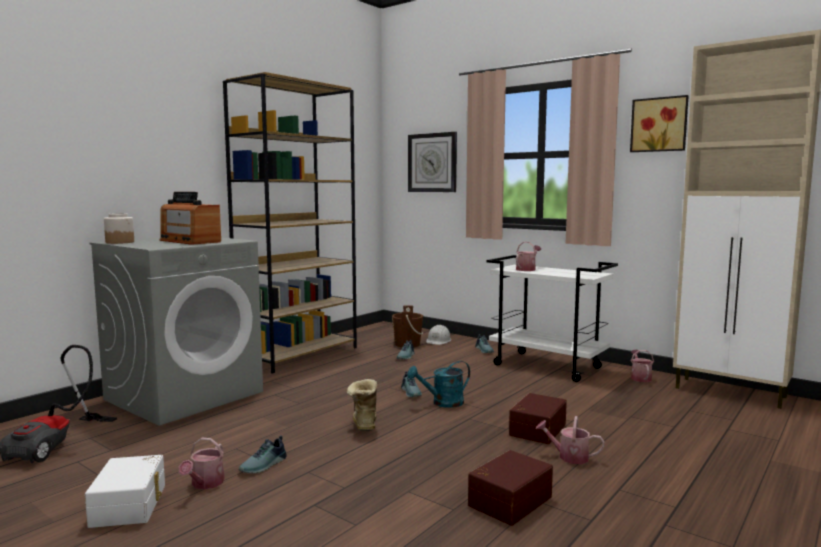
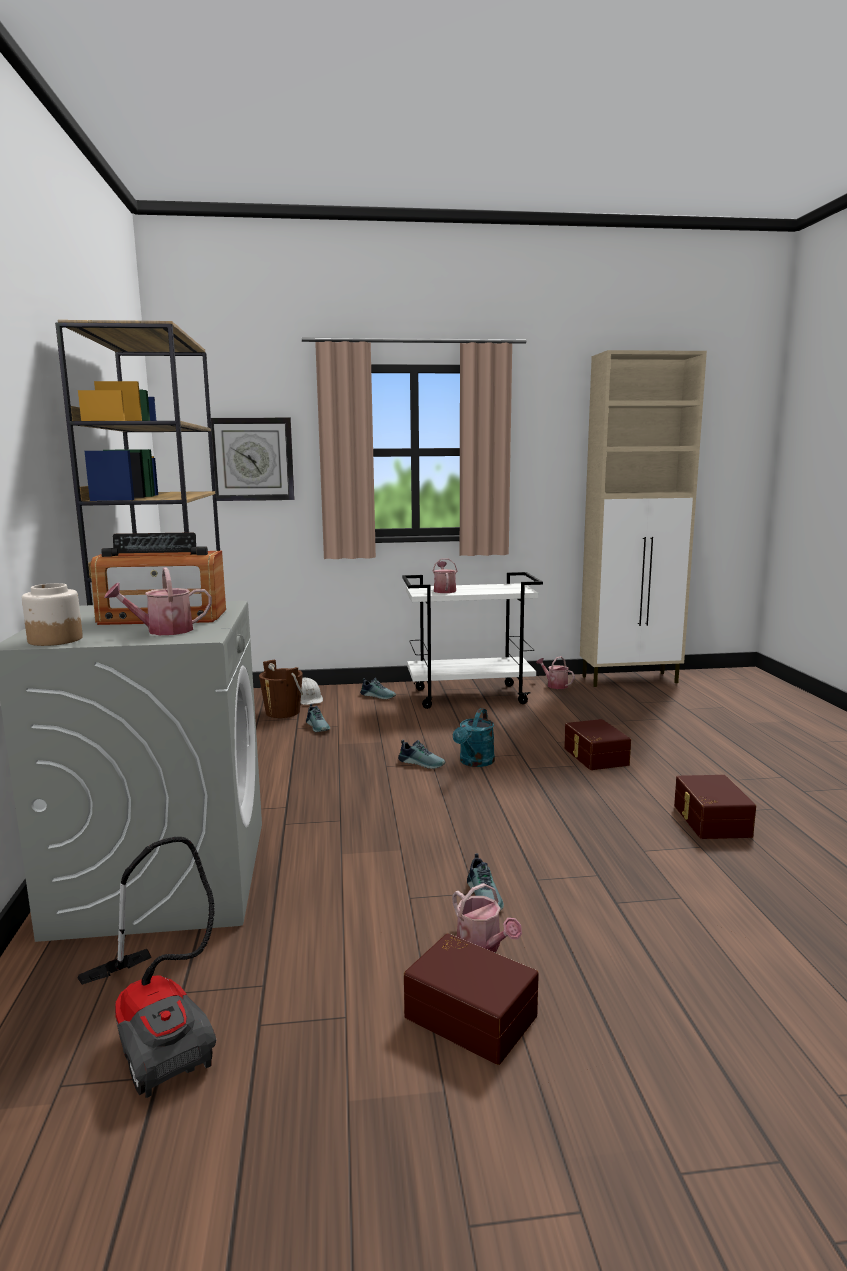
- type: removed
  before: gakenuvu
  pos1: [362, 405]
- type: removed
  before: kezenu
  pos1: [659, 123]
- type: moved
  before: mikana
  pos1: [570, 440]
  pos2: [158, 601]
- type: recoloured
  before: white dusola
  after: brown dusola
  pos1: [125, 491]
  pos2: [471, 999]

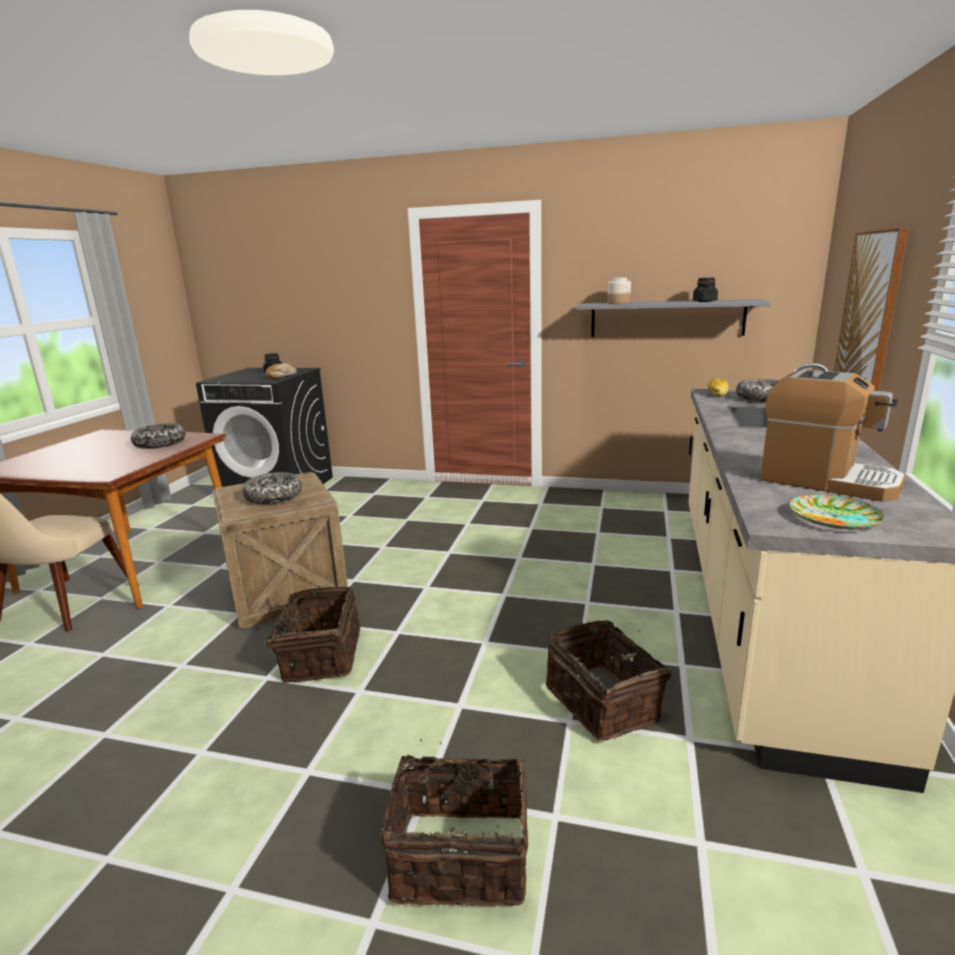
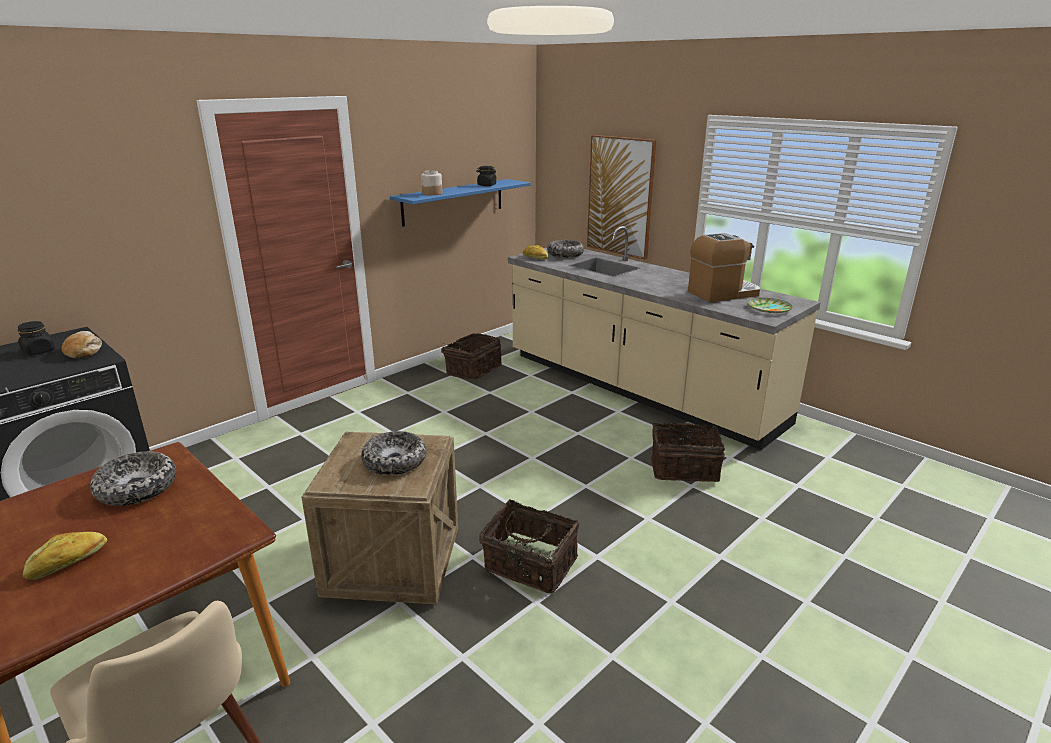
- type: added
  after: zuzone
  pos2: [65, 556]
- type: moved
  before: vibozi
  pos1: [454, 822]
  pos2: [471, 356]
- type: recoloured
  before: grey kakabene
  after: blue kakabene
  pos1: [673, 318]
  pos2: [460, 203]

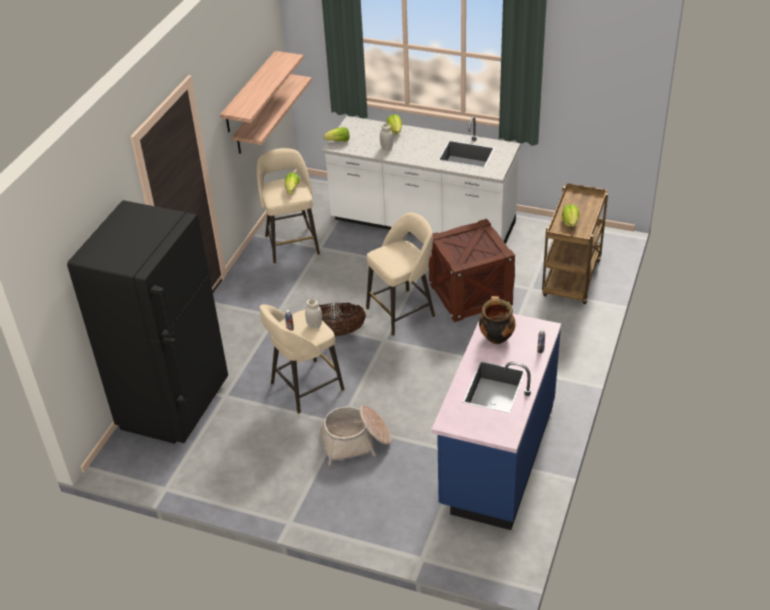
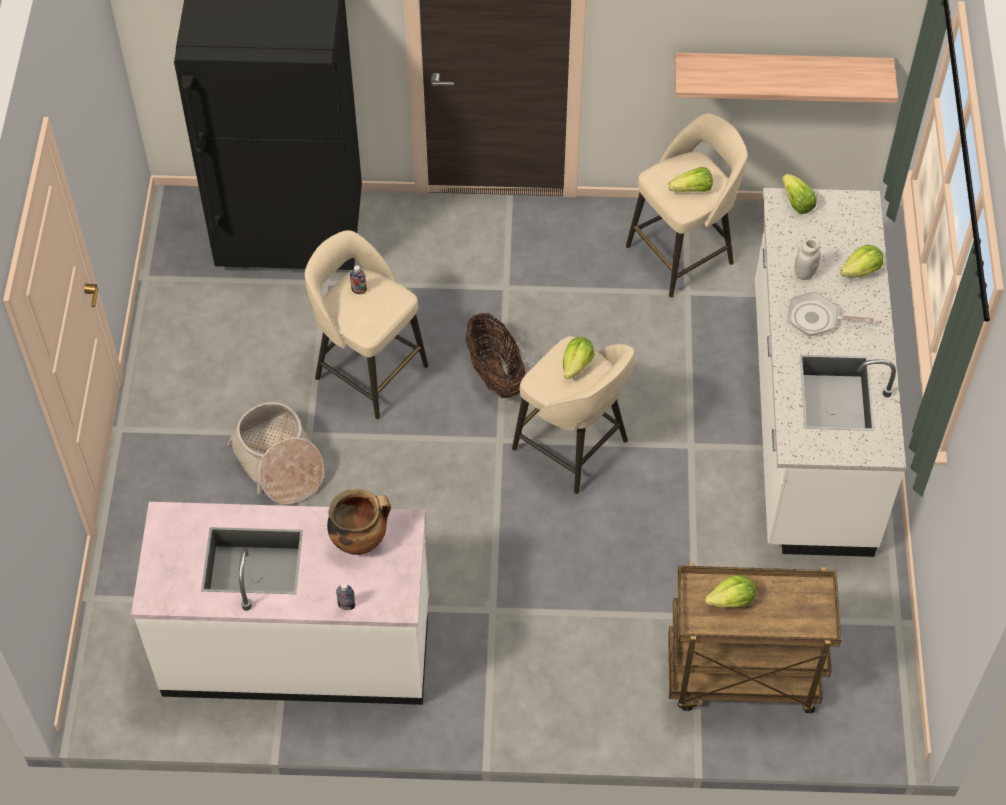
- type: removed
  before: kakabene
  pos1: [262, 91]
- type: removed
  before: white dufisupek
  pos1: [313, 313]
- type: removed
  before: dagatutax
  pos1: [472, 270]
- type: added
  after: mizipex
  pos2: [579, 358]
- type: added
  after: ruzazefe
  pos2: [831, 314]
- type: recoloured
  before: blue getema
  after: white getema
  pos1: [496, 422]
  pos2: [280, 603]

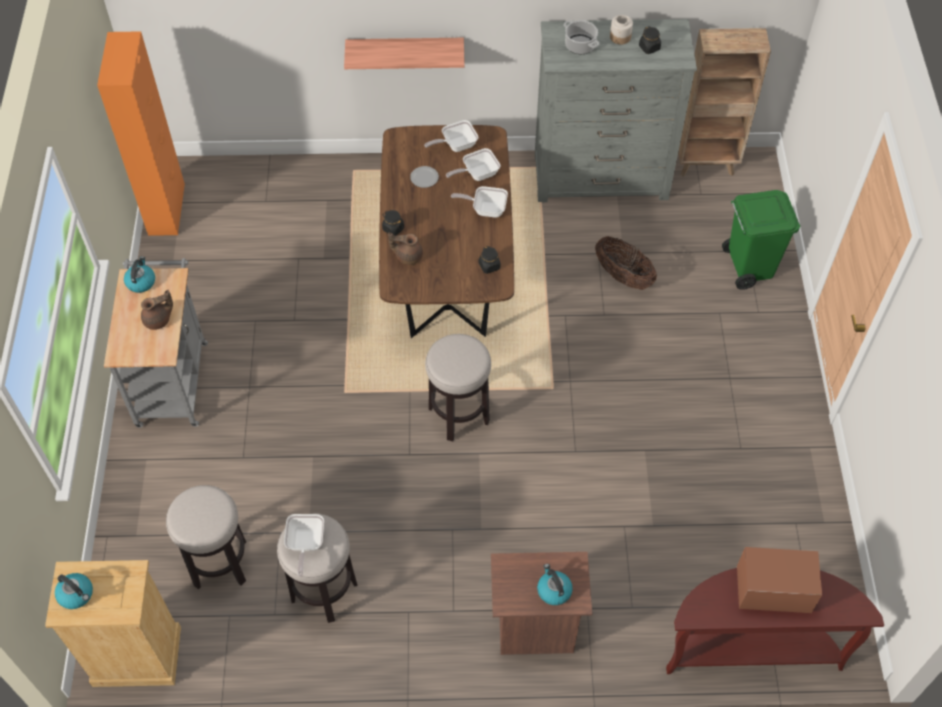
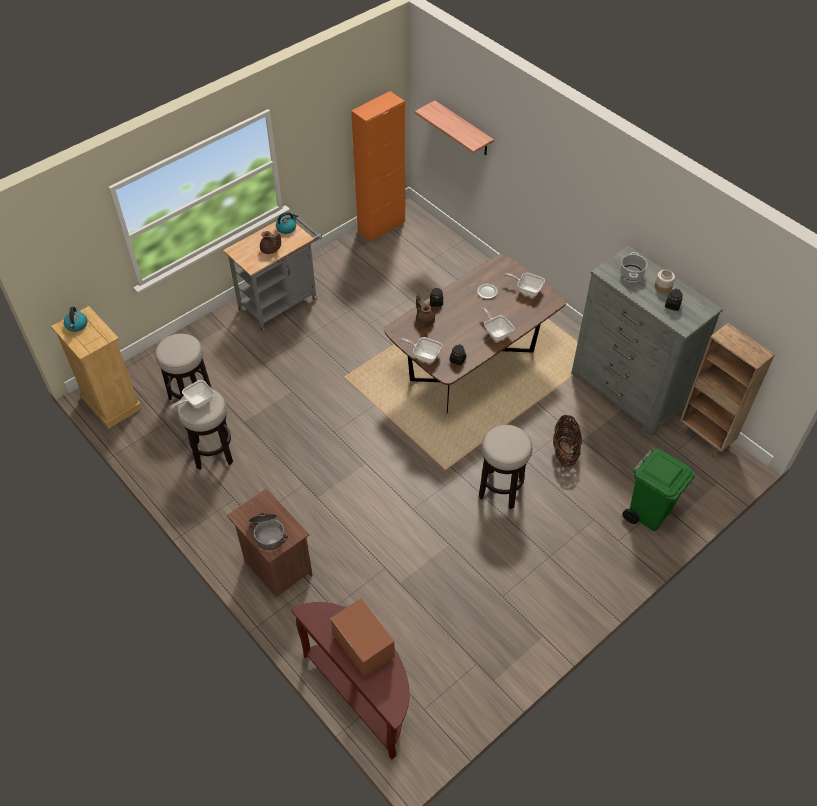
- type: moved
  before: kakabene
  pos1: [404, 53]
  pos2: [454, 128]
- type: moved
  before: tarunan
  pos1: [458, 388]
  pos2: [505, 467]
- type: moved
  before: ruzazefe
  pos1: [473, 164]
  pos2: [420, 350]
- type: replaced
  before: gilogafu
  after: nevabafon
  pos1: [555, 584]
  pos2: [268, 531]

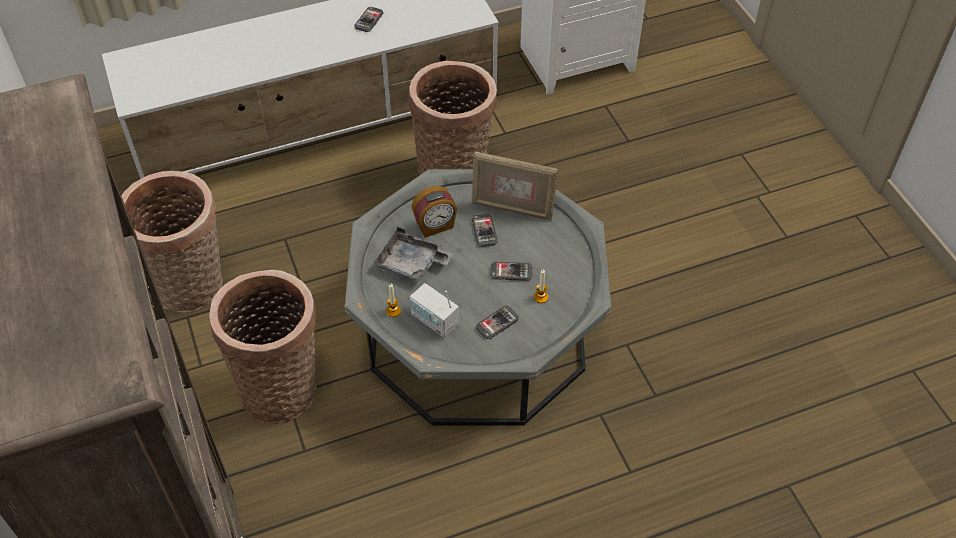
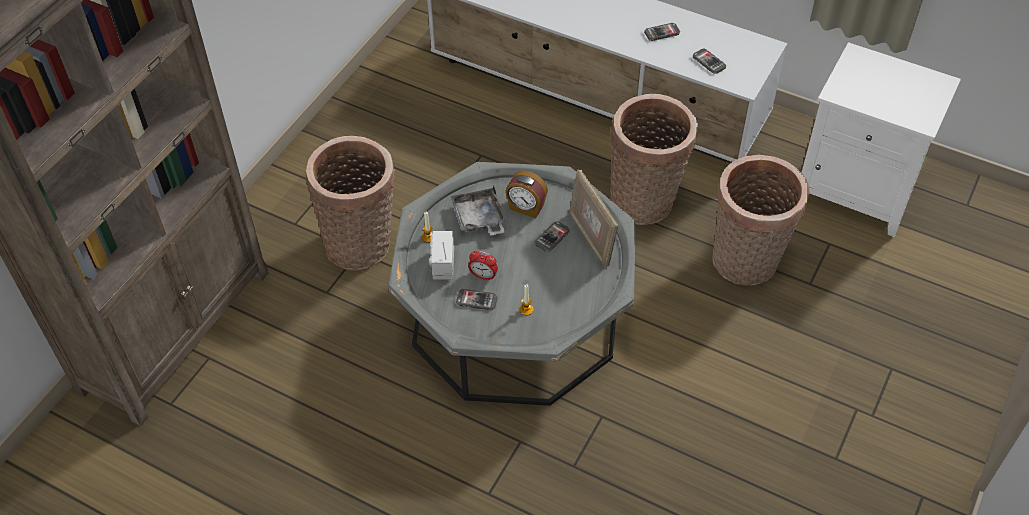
- type: added
  after: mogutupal
  pos2: [483, 265]
- type: moved
  before: vibozi
  pos1: [172, 242]
  pos2: [761, 220]
- type: moved
  before: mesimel
  pos1: [511, 271]
  pos2: [709, 61]

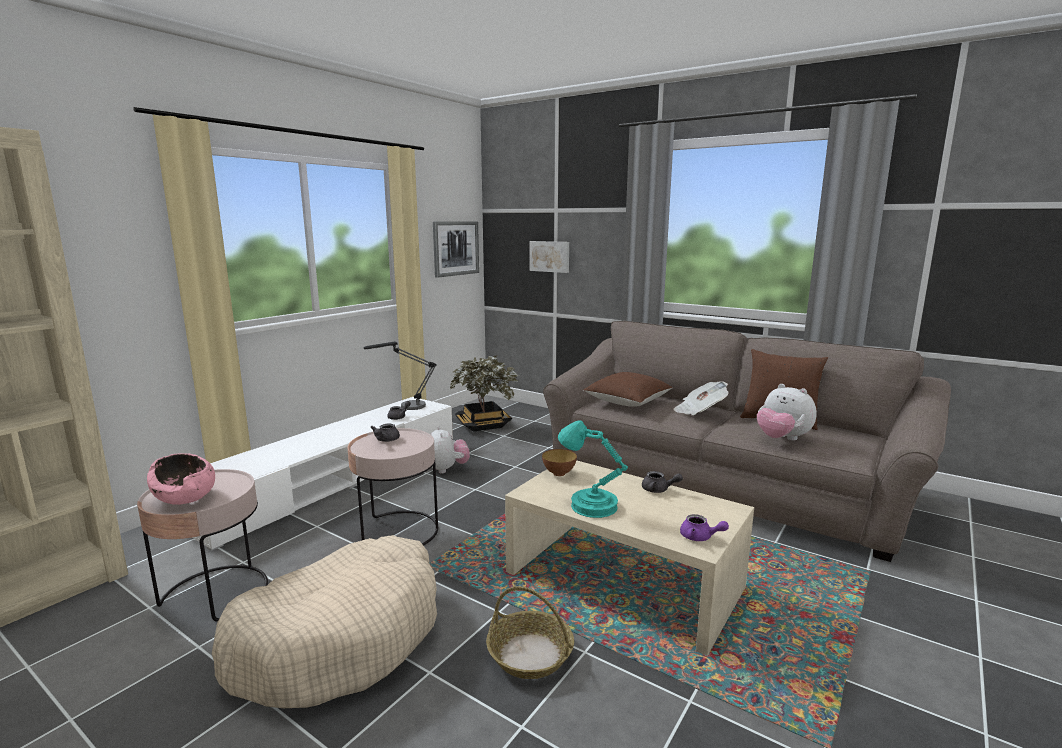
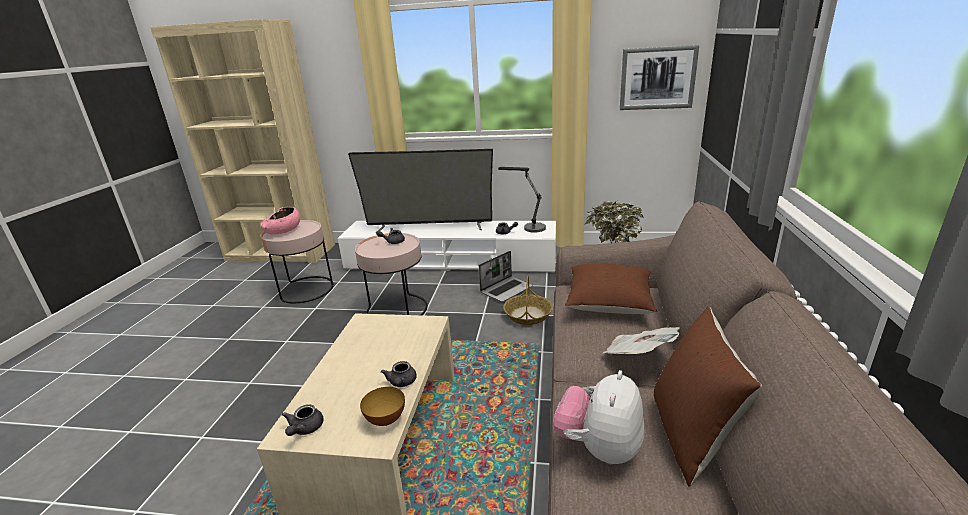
- type: removed
  before: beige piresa
  pos1: [324, 621]
- type: removed
  before: kezenu
  pos1: [549, 257]
- type: removed
  before: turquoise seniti
  pos1: [593, 469]
- type: added
  after: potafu
  pos2: [420, 191]
- type: moved
  before: vibozi
  pos1: [530, 632]
  pos2: [528, 300]
- type: moved
  before: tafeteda
  pos1: [559, 462]
  pos2: [382, 406]
- type: replaced
  before: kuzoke
  after: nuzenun
  pos1: [450, 449]
  pos2: [506, 276]
- type: recoloured
  before: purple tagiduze
  after: grey tagiduze
  pos1: [704, 527]
  pos2: [303, 420]

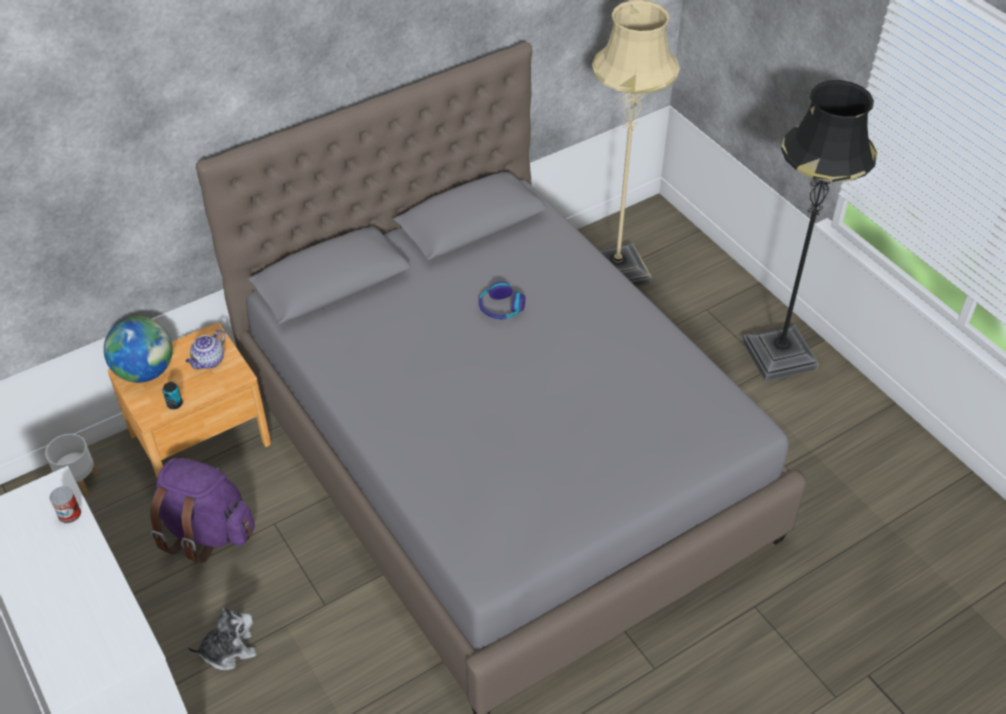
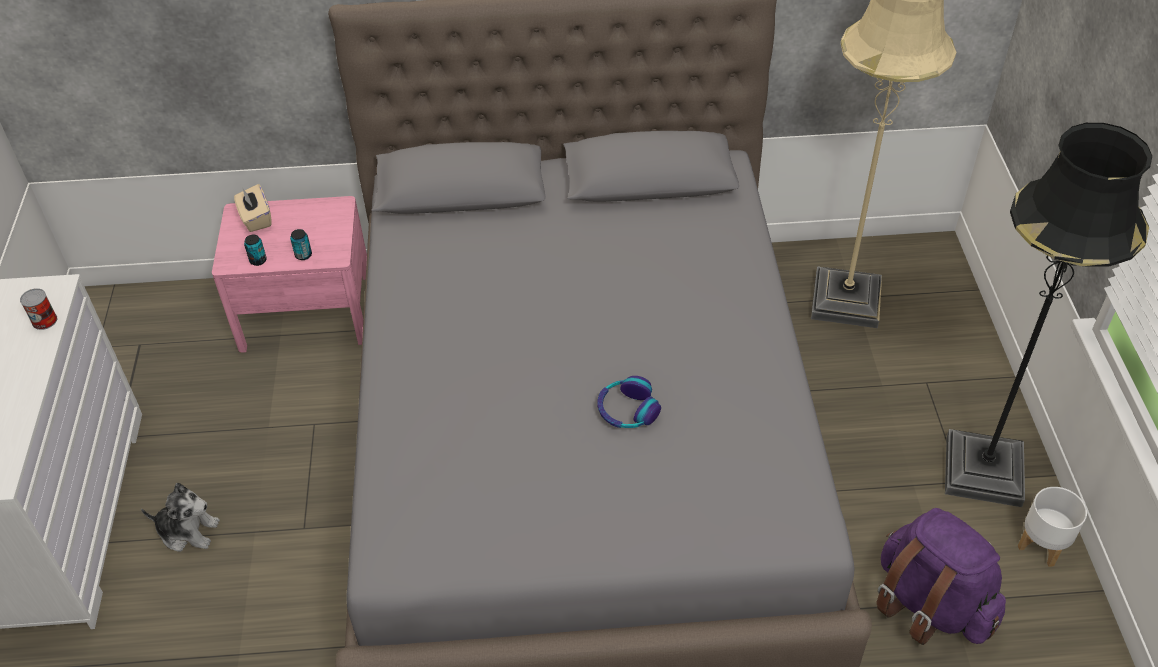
- type: removed
  before: tagiduze
  pos1: [205, 349]
- type: added
  after: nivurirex
  pos2: [301, 244]
- type: moved
  before: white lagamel
  pos1: [72, 465]
  pos2: [1052, 527]
- type: moved
  before: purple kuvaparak
  pos1: [202, 510]
  pos2: [941, 576]
- type: moved
  before: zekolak
  pos1: [501, 300]
  pos2: [629, 402]
- type: replaced
  before: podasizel
  after: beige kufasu
  pos1: [138, 349]
  pos2: [253, 208]
- type: recoloured
  before: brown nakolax
  after: pink nakolax
  pos1: [189, 400]
  pos2: [289, 274]

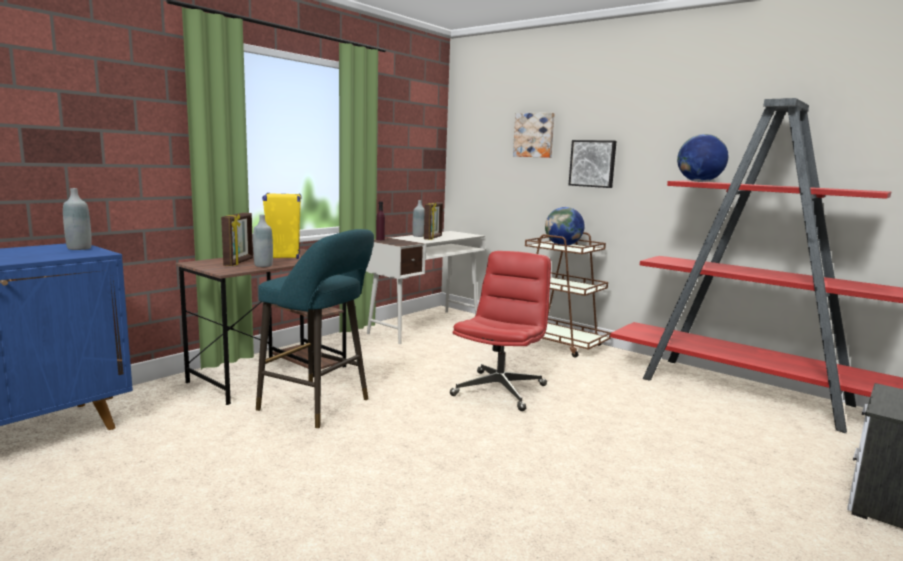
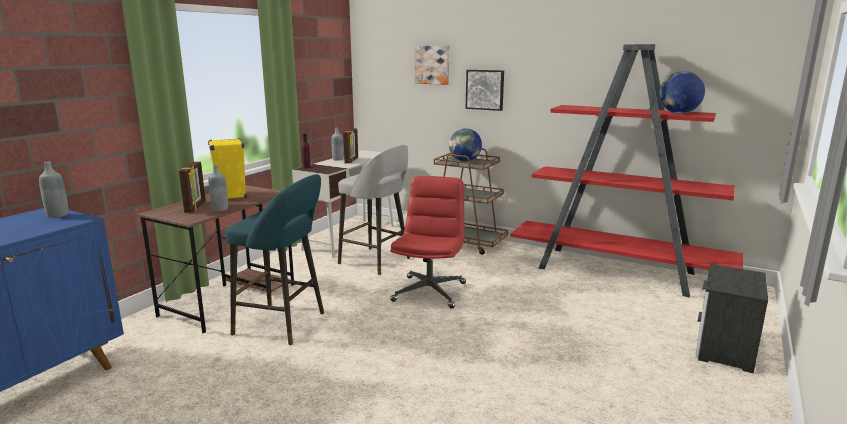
- type: added
  after: grey tarunan
  pos2: [374, 210]
- type: moved
  before: podasizel
  pos1: [702, 158]
  pos2: [682, 92]

